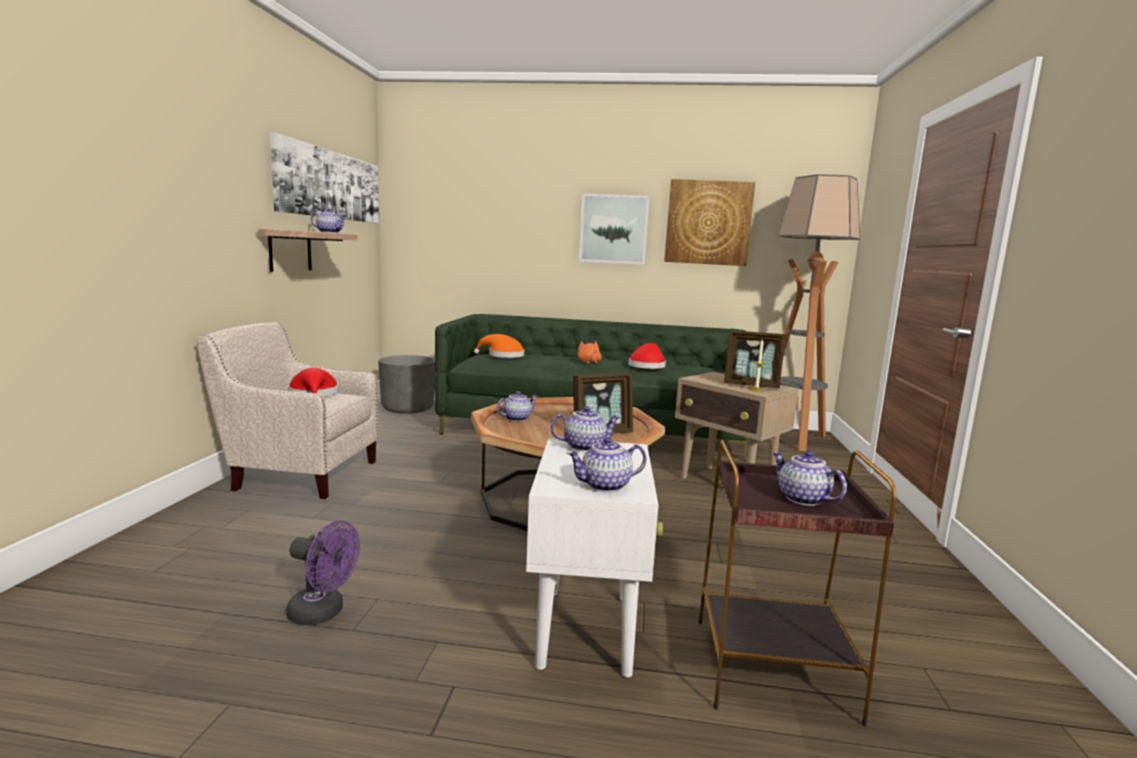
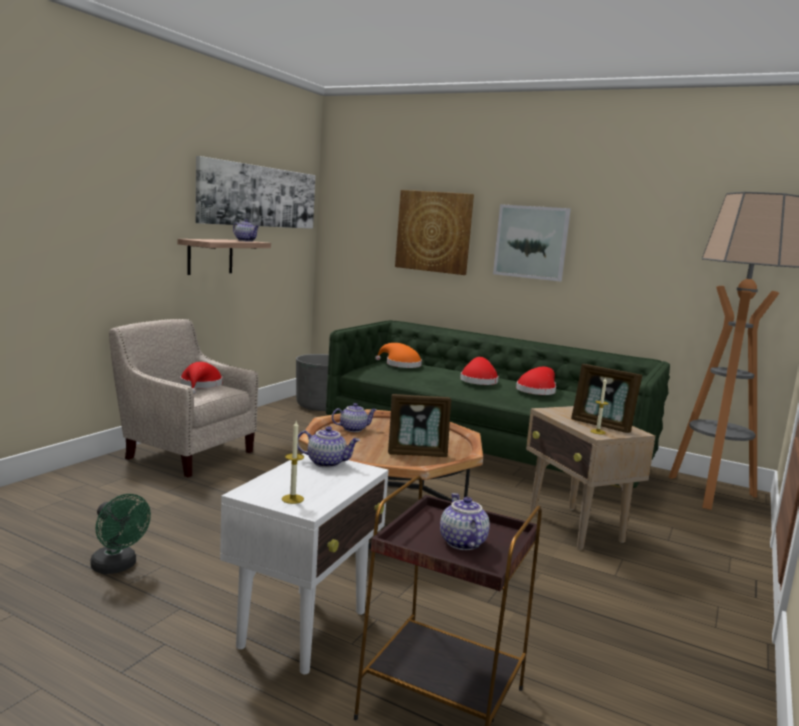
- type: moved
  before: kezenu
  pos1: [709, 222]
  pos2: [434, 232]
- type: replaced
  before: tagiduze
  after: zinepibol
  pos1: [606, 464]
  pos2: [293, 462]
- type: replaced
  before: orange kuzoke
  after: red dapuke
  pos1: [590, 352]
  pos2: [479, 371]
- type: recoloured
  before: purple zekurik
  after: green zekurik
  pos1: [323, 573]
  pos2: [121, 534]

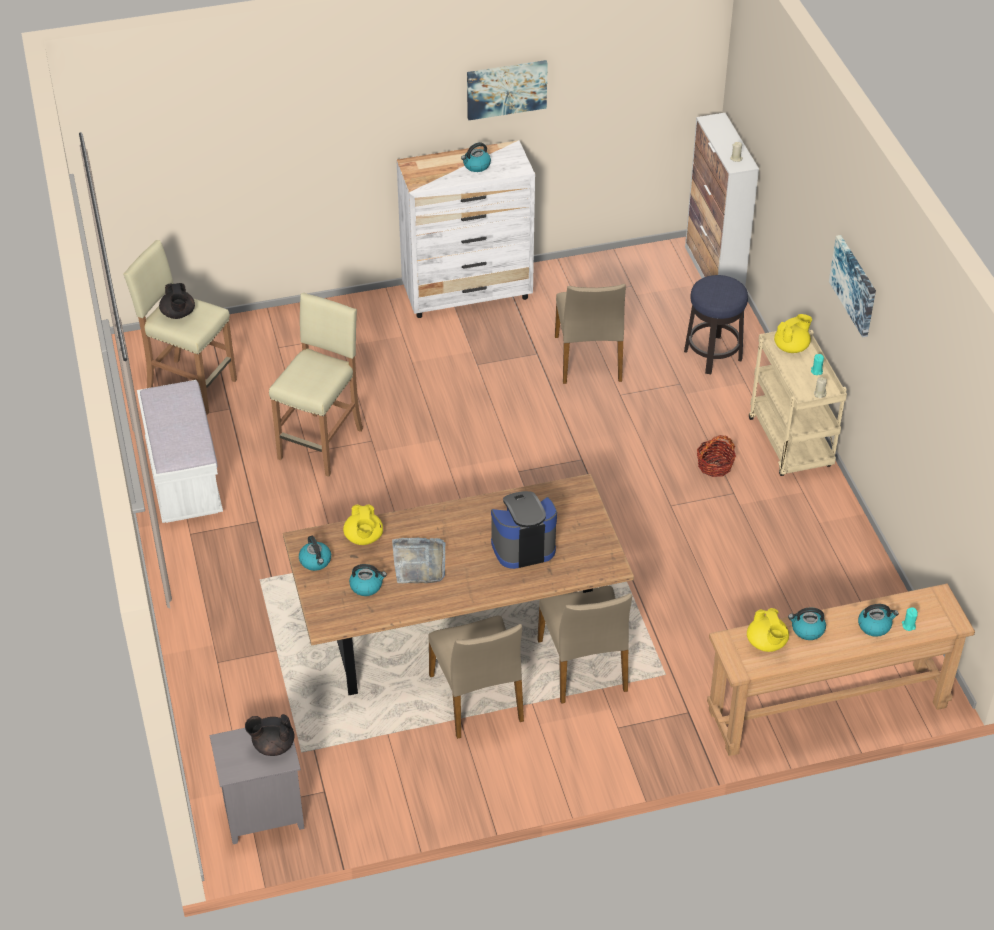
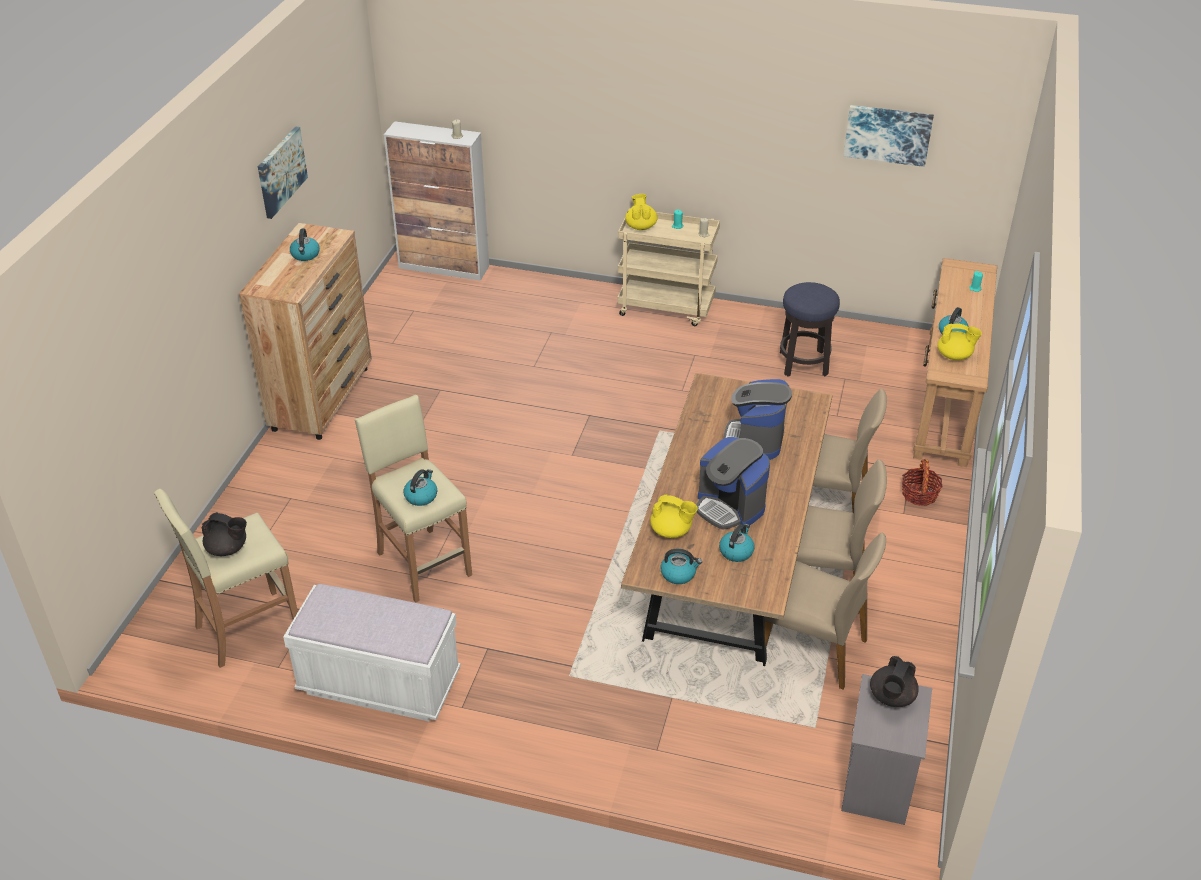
- type: moved
  before: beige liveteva
  pos1: [590, 334]
  pos2: [825, 611]
- type: moved
  before: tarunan
  pos1: [716, 324]
  pos2: [810, 329]
- type: moved
  before: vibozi
  pos1: [716, 456]
  pos2: [922, 482]
- type: moved
  before: kezenu
  pos1: [852, 286]
  pos2: [889, 136]
- type: moved
  before: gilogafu
  pos1: [878, 620]
  pos2: [420, 487]
- type: replaced
  before: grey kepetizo
  after: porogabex
  pos1: [418, 560]
  pos2: [733, 483]
- type: recoloured
  before: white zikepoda
  after: brown zikepoda
  pos1: [466, 229]
  pos2: [305, 331]

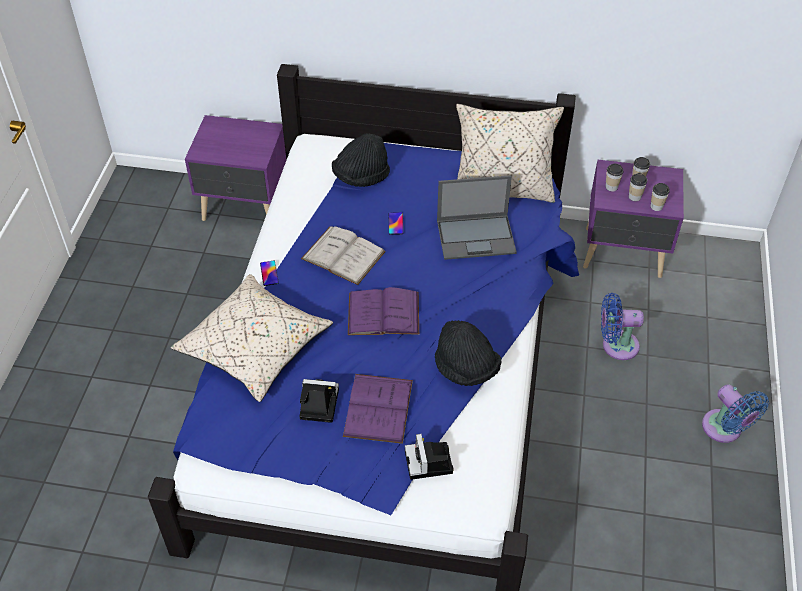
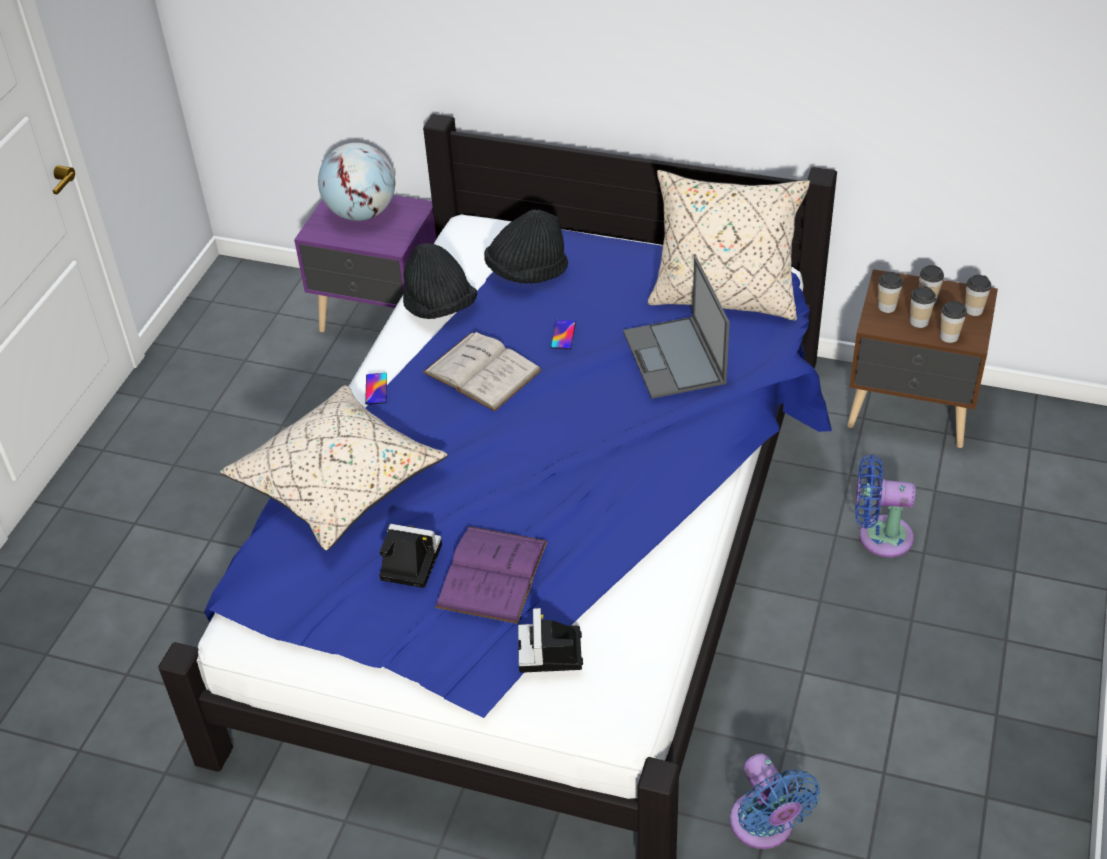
- type: removed
  before: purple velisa
  pos1: [383, 311]
- type: added
  after: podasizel
  pos2: [356, 182]
- type: added
  after: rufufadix
  pos2: [978, 295]
- type: moved
  before: black dapuke
  pos1: [468, 353]
  pos2: [440, 281]
- type: moved
  before: blue zekurik
  pos1: [735, 413]
  pos2: [775, 801]
- type: recoloured
  before: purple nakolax
  after: brown nakolax
  pos1: [633, 219]
  pos2: [922, 358]
- type: turned
  before: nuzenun
  pos1: [477, 217]
  pos2: [676, 328]
  turn: 75

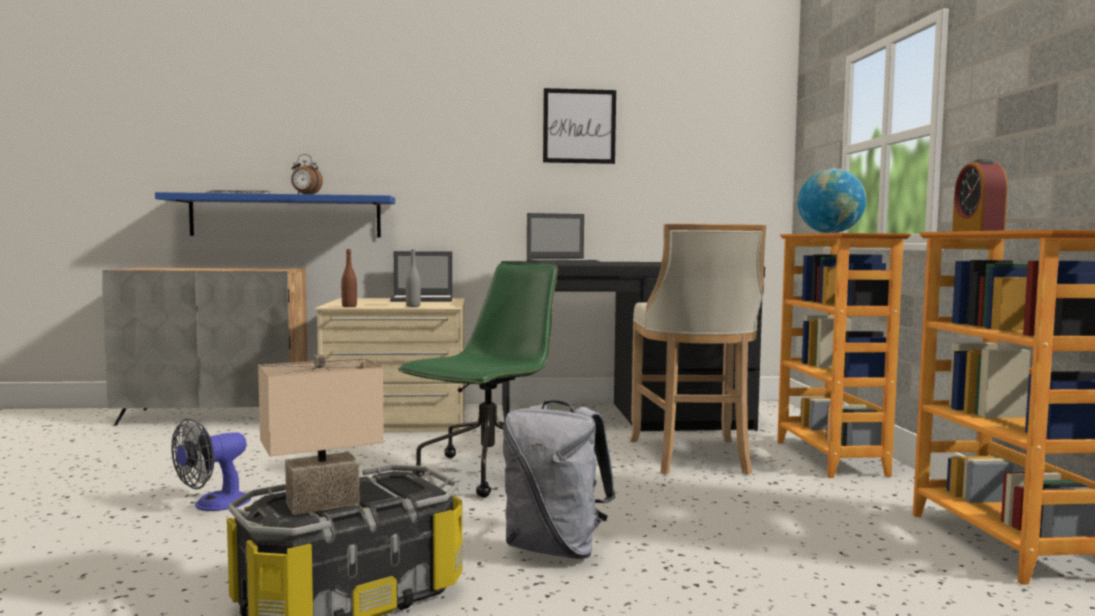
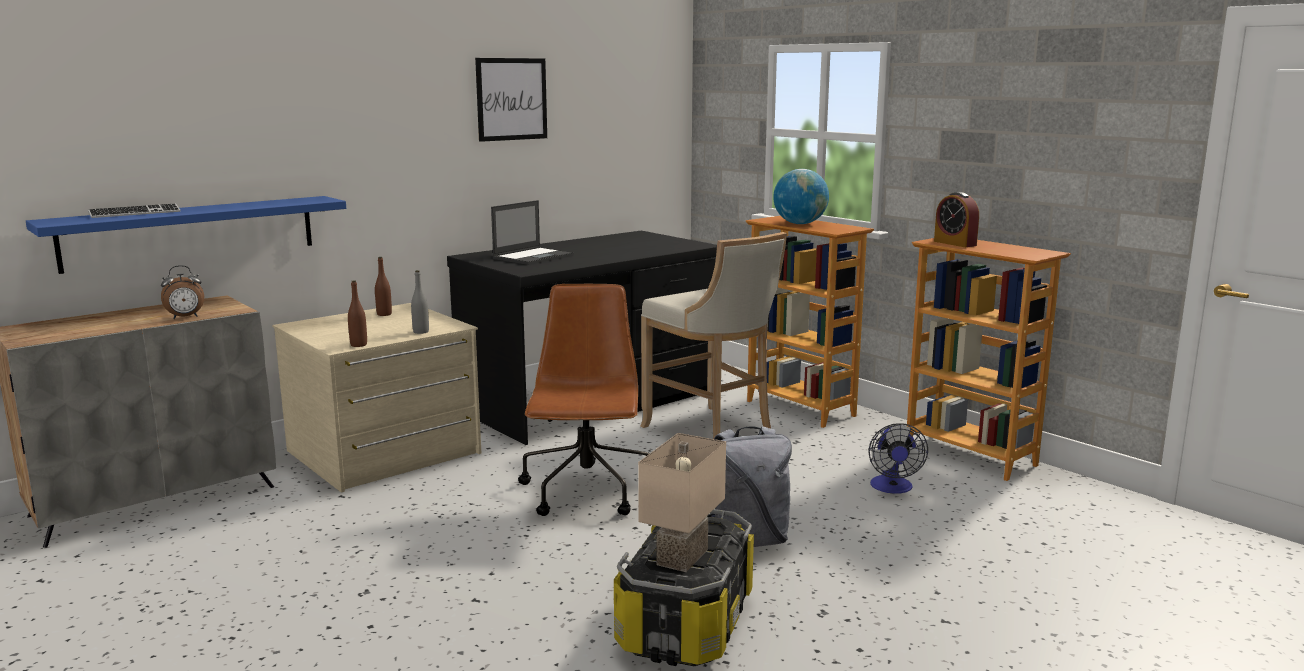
- type: moved
  before: zekurik
  pos1: [211, 465]
  pos2: [898, 458]
- type: moved
  before: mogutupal
  pos1: [307, 174]
  pos2: [182, 292]
- type: replaced
  before: nuzenun
  after: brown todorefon
  pos1: [421, 276]
  pos2: [383, 286]
- type: recoloured
  before: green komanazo
  after: brown komanazo
  pos1: [478, 380]
  pos2: [584, 400]

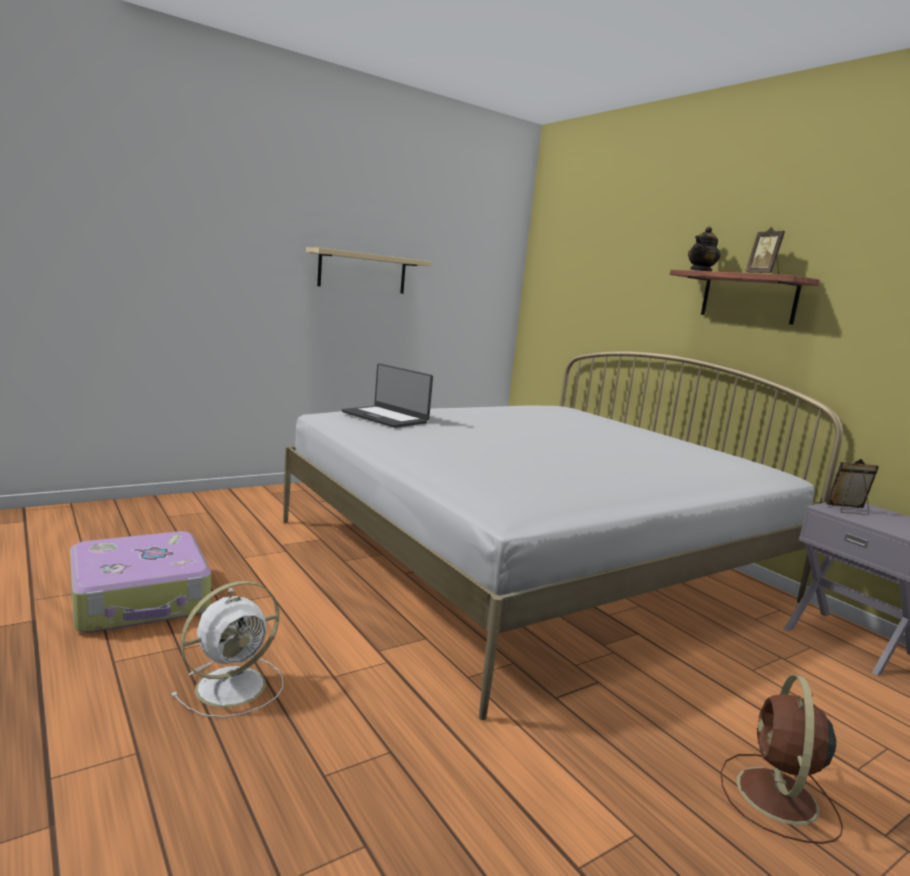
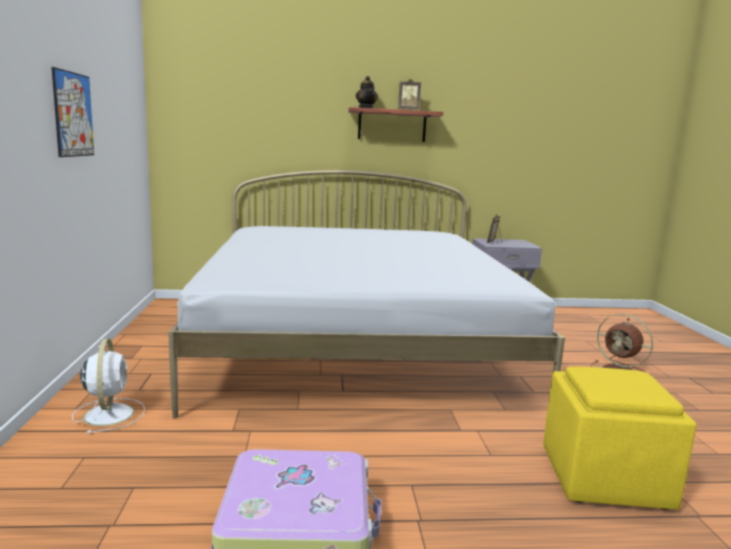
- type: removed
  before: nuzenun
  pos1: [387, 395]
- type: added
  after: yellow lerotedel
  pos2: [620, 438]
- type: moved
  before: white zekurik
  pos1: [227, 649]
  pos2: [108, 386]
- type: replaced
  before: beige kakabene
  after: kezenu
  pos1: [369, 270]
  pos2: [72, 112]

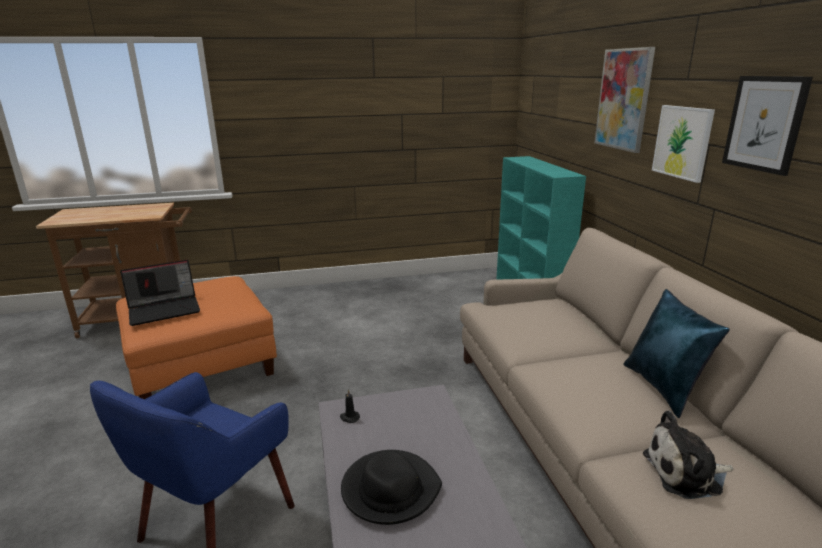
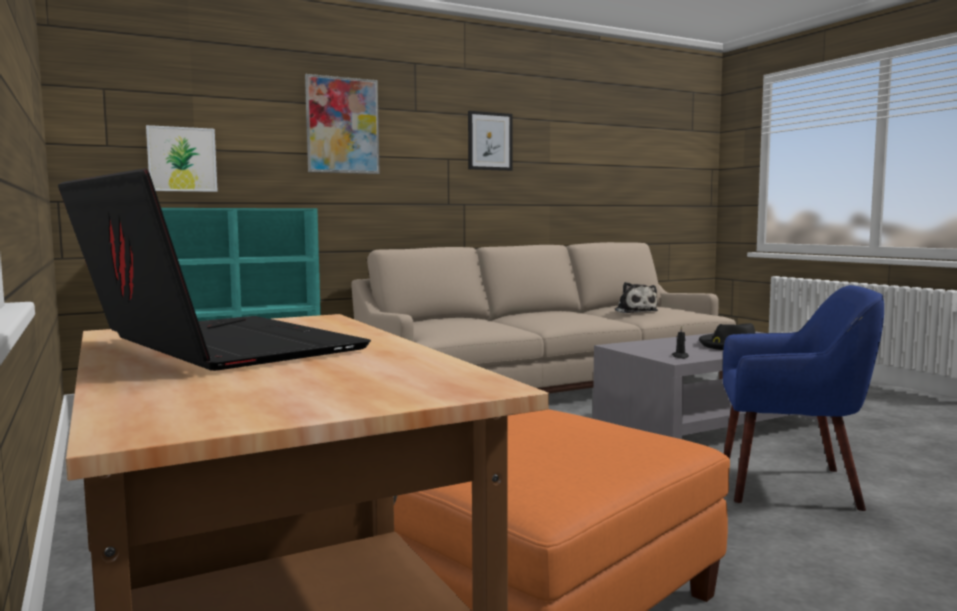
- type: removed
  before: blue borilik
  pos1: [677, 353]
- type: moved
  before: nuzenun
  pos1: [160, 293]
  pos2: [214, 269]
- type: moved
  before: kezenu
  pos1: [683, 144]
  pos2: [182, 158]

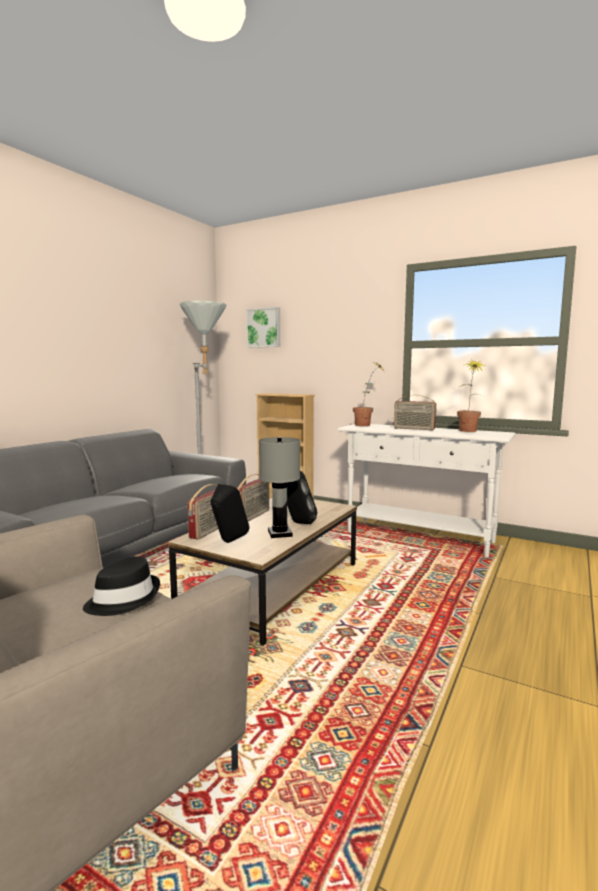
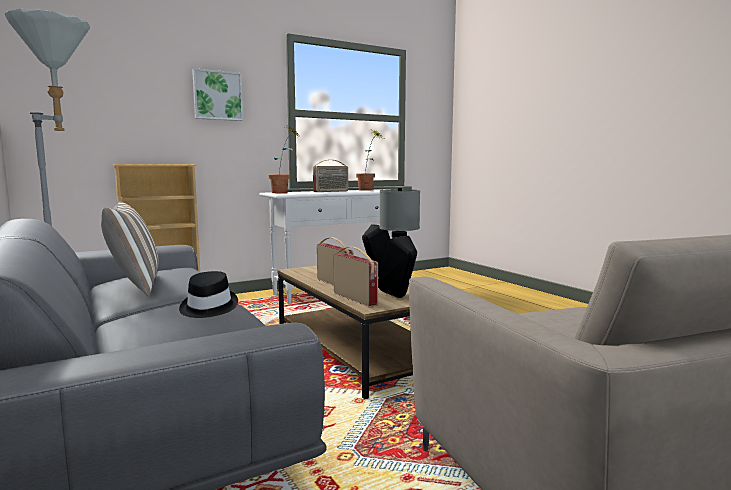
- type: added
  after: borilik
  pos2: [130, 249]
- type: moved
  before: black dapuke
  pos1: [121, 586]
  pos2: [208, 294]
- type: moved
  before: kezenu
  pos1: [263, 327]
  pos2: [217, 94]

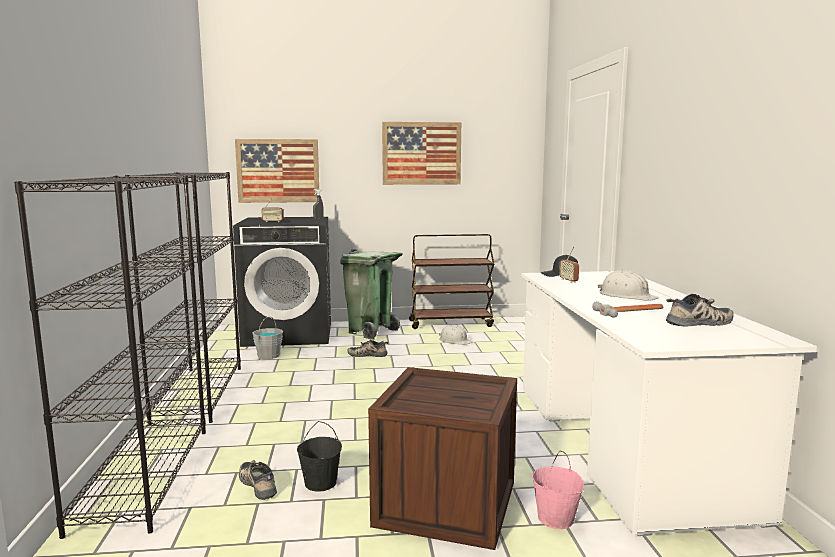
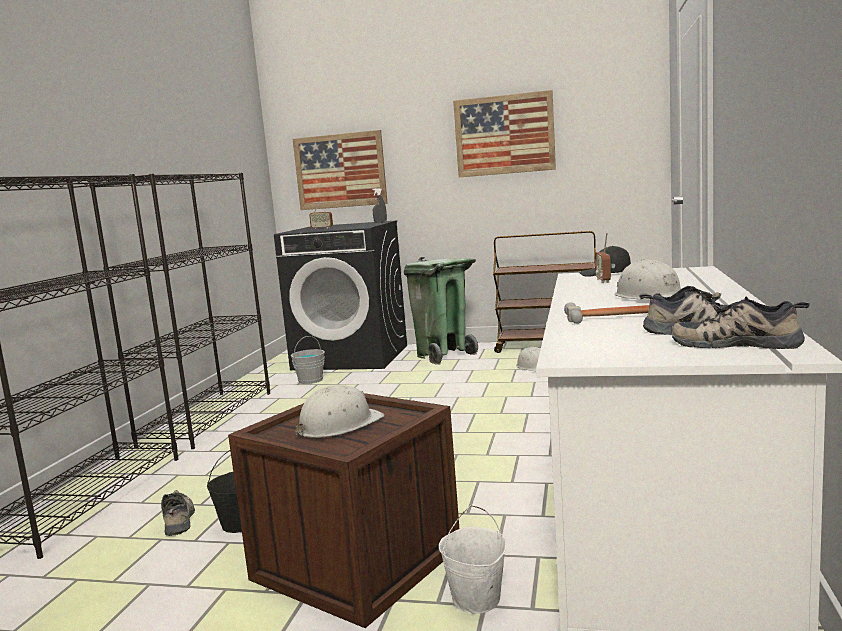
- type: added
  after: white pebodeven
  pos2: [340, 411]
- type: moved
  before: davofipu
  pos1: [368, 348]
  pos2: [740, 322]
- type: recoloured
  before: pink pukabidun
  after: white pukabidun
  pos1: [558, 490]
  pos2: [473, 559]

